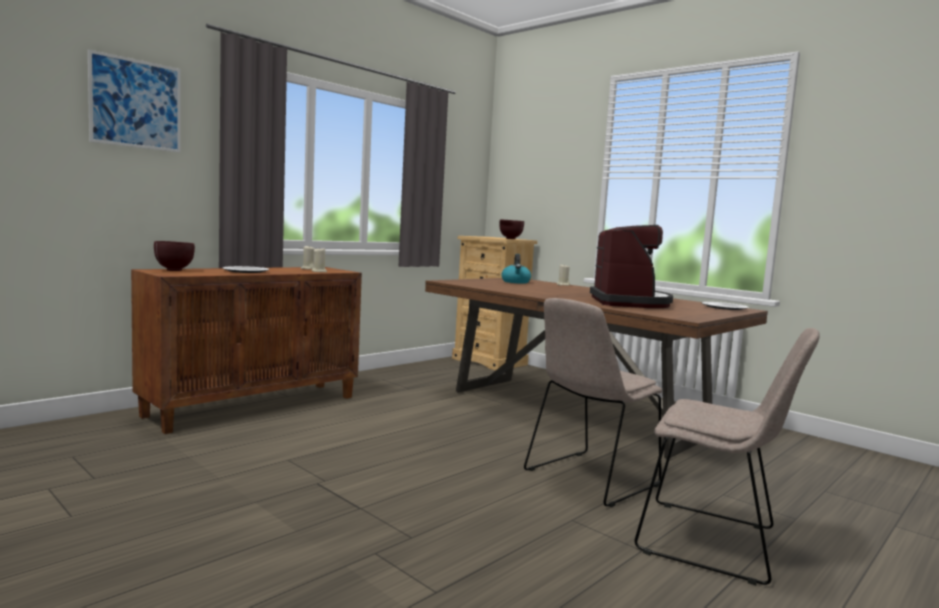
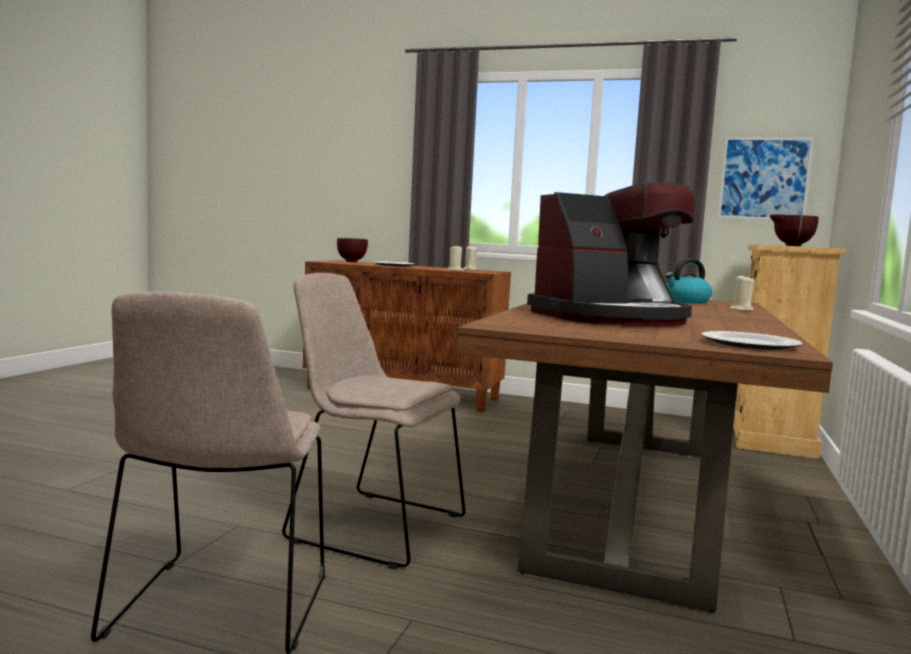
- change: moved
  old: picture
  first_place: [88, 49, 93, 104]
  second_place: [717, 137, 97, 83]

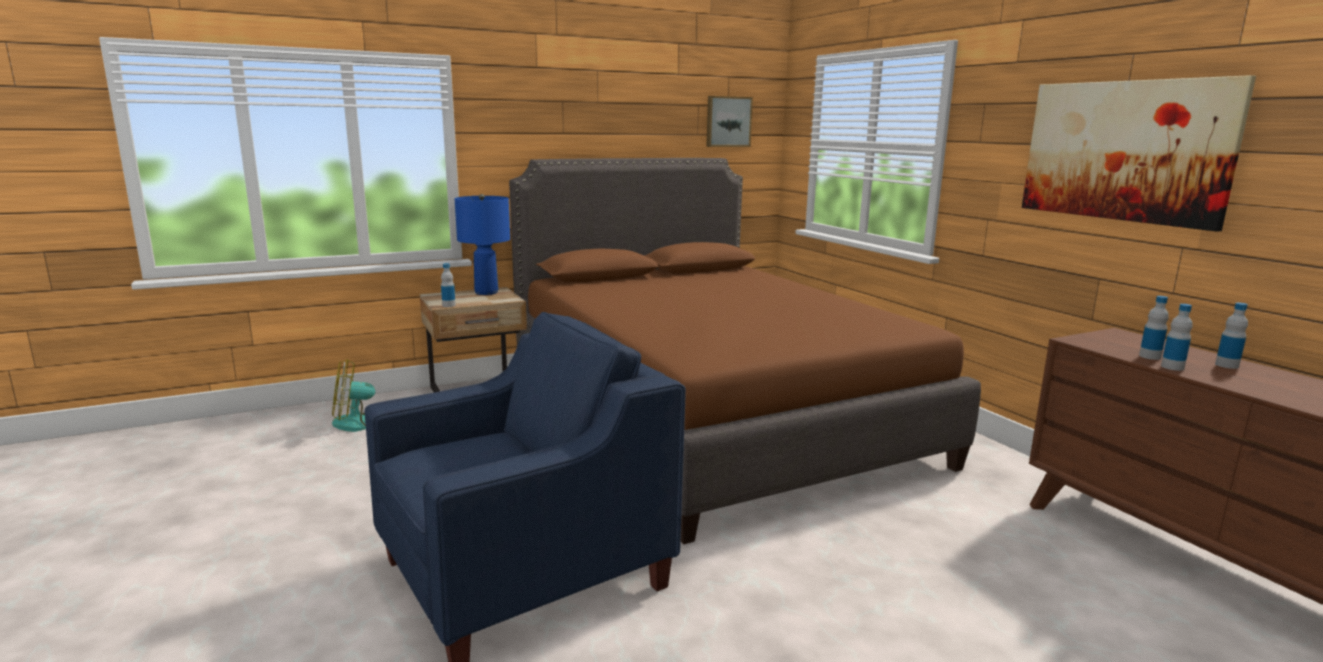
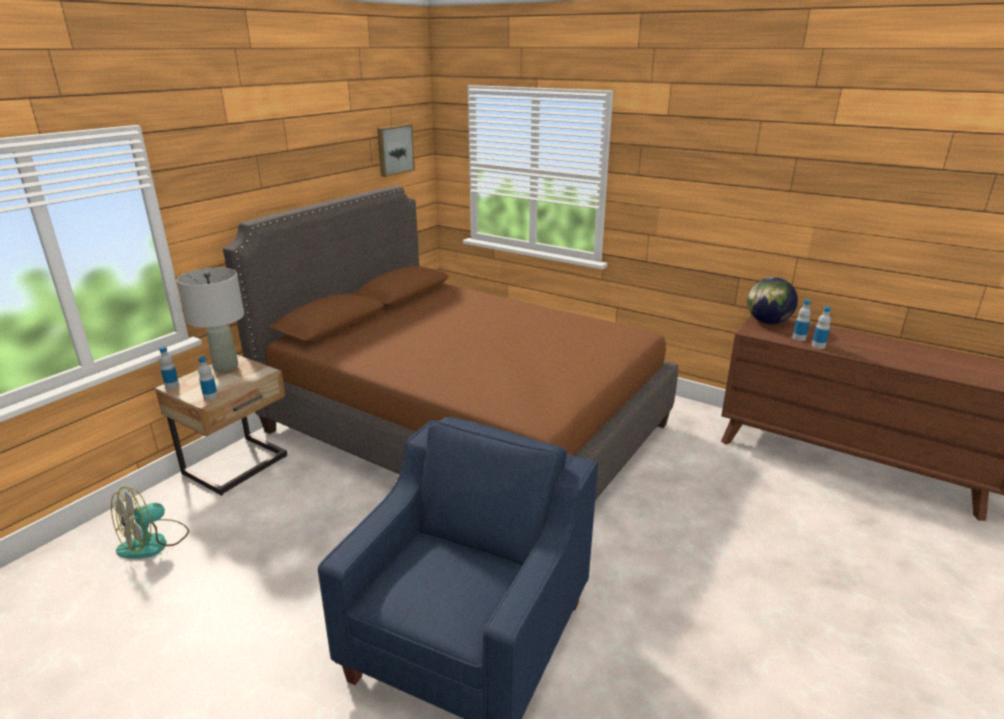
- change: removed
  old: picture
  first_place: [1022, 75, 234, 157]
- change: recoloured
  old: tabletop lamp/bluish
  new: tabletop lamp/greyish
  first_place: [455, 194, 55, 101]
  second_place: [177, 268, 67, 105]
- change: moved
  old: beverage bottle
  first_place: [1215, 303, 33, 66]
  second_place: [159, 346, 20, 43]
- change: added
  new: globe
  second_place: [747, 277, 51, 47]

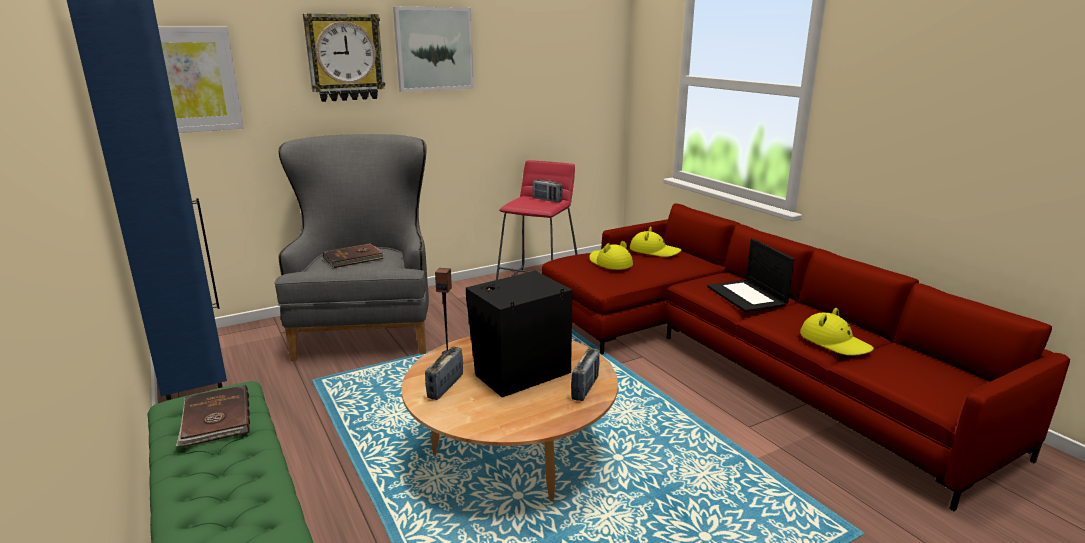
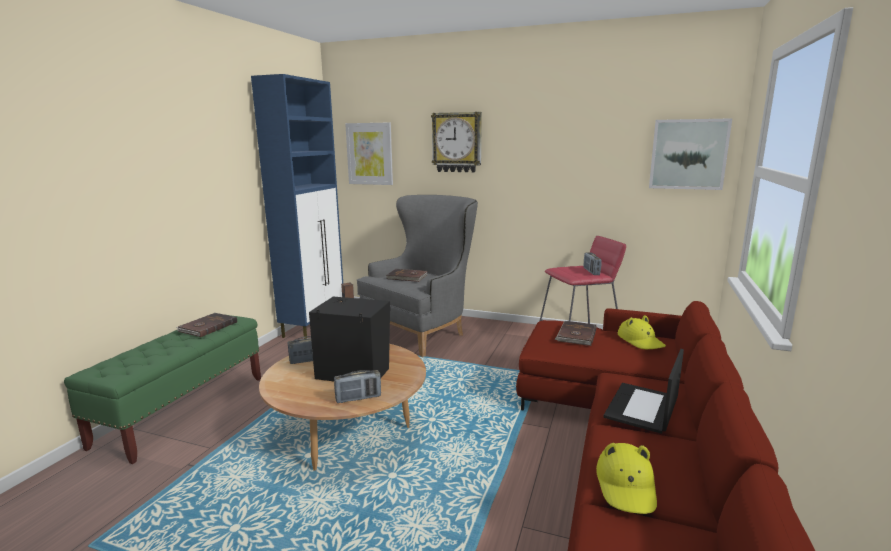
- change: moved
  old: picture
  first_place: [393, 7, 81, 85]
  second_place: [649, 118, 83, 72]
- change: replaced
  old: hat/yellowish
  new: book/brown
  first_place: [589, 241, 44, 29]
  second_place: [554, 321, 42, 25]

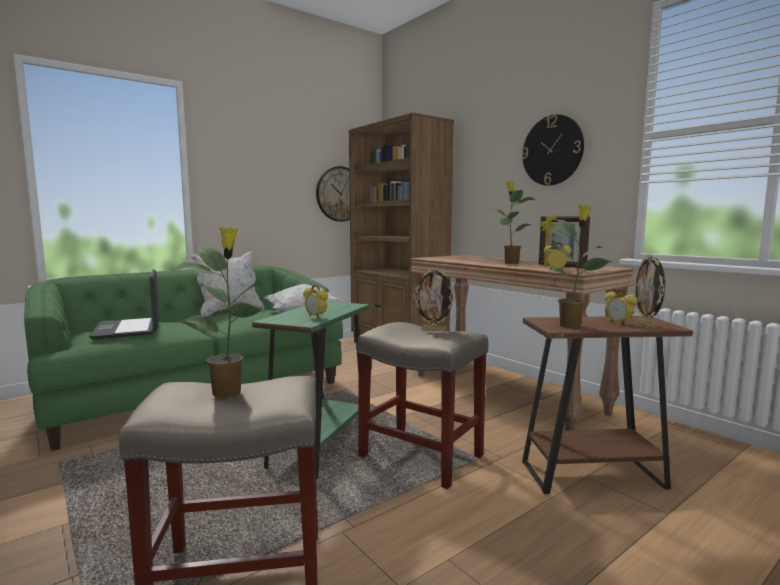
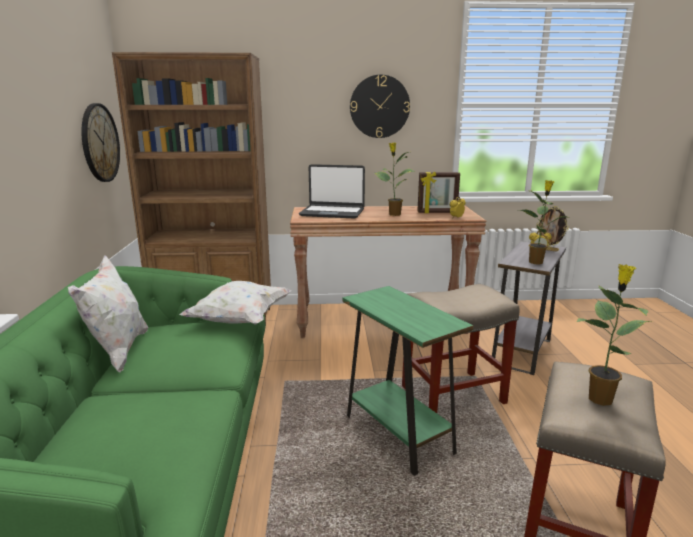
- change: removed
  old: picture frame
  first_place: [414, 268, 42, 63]
- change: moved
  old: notebook computer
  first_place: [89, 269, 71, 70]
  second_place: [299, 164, 66, 55]
- change: removed
  old: bedside clock
  first_place: [303, 285, 25, 34]
- change: recoloured
  old: end table/brown
  new: end table/greyish
  first_place: [522, 316, 171, 178]
  second_place: [492, 241, 74, 134]

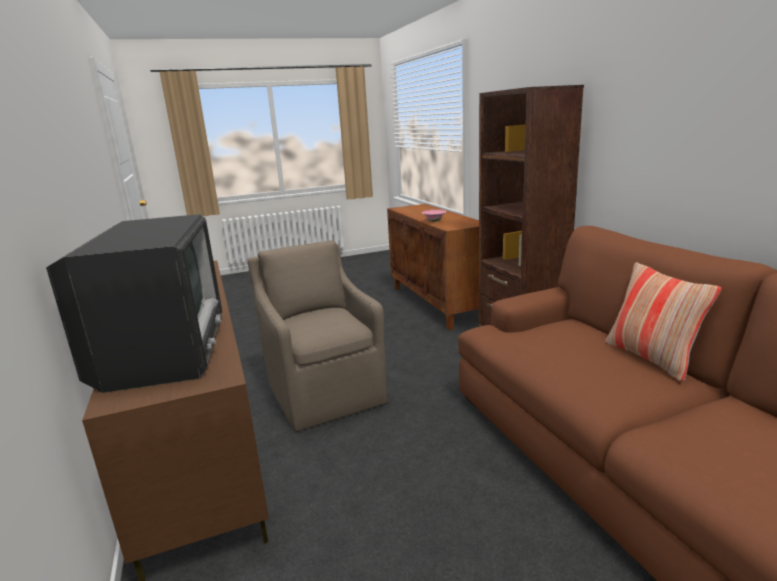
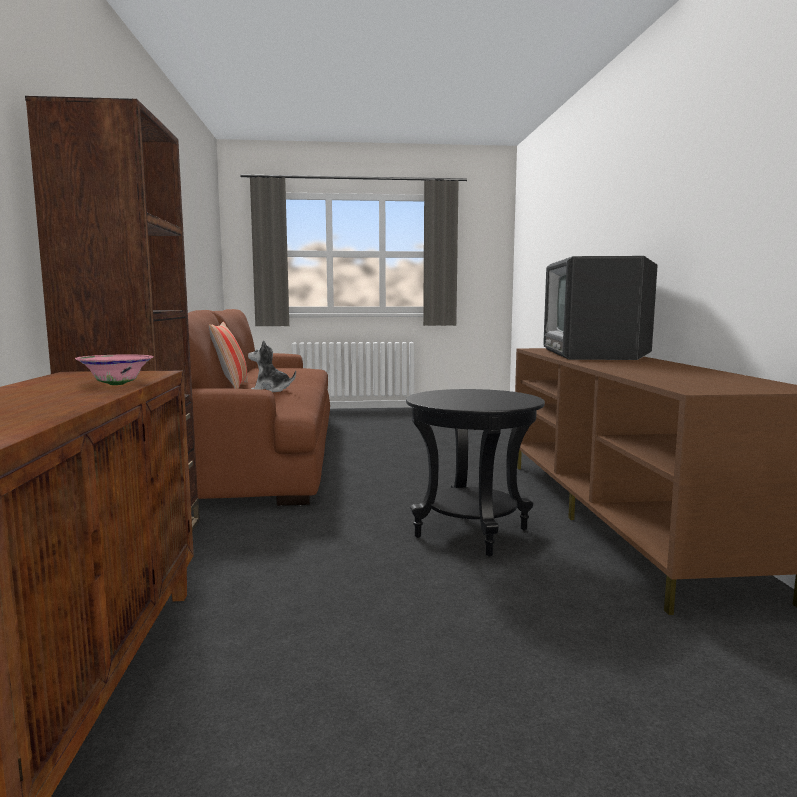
- change: replaced
  old: armchair/brown
  new: end table/blackish
  first_place: [248, 240, 139, 191]
  second_place: [406, 389, 139, 168]
- change: added
  new: cuddly toy
  second_place: [248, 340, 48, 52]

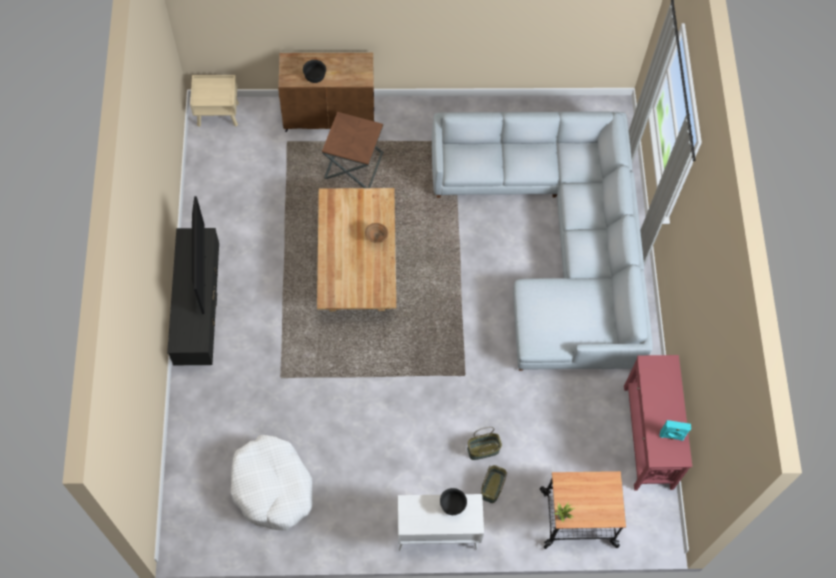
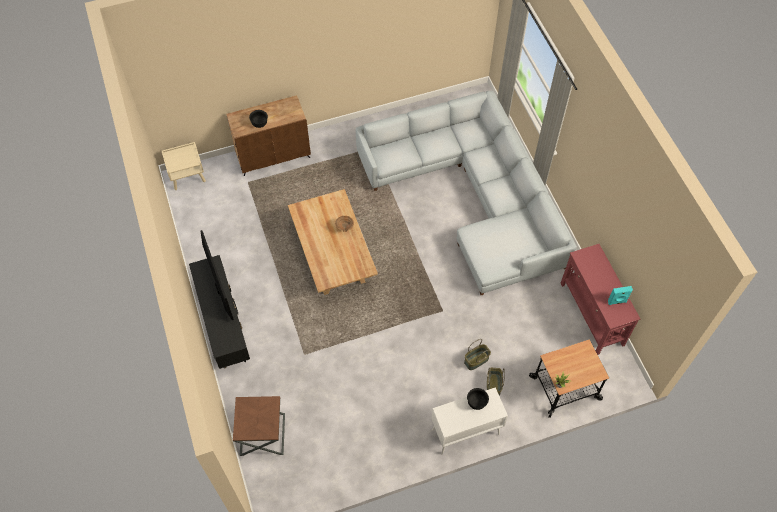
- change: moved
  old: end table/brown
  first_place: [322, 112, 61, 76]
  second_place: [233, 396, 52, 60]
- change: removed
  old: dog bed/white-coloured
  first_place: [230, 435, 83, 96]

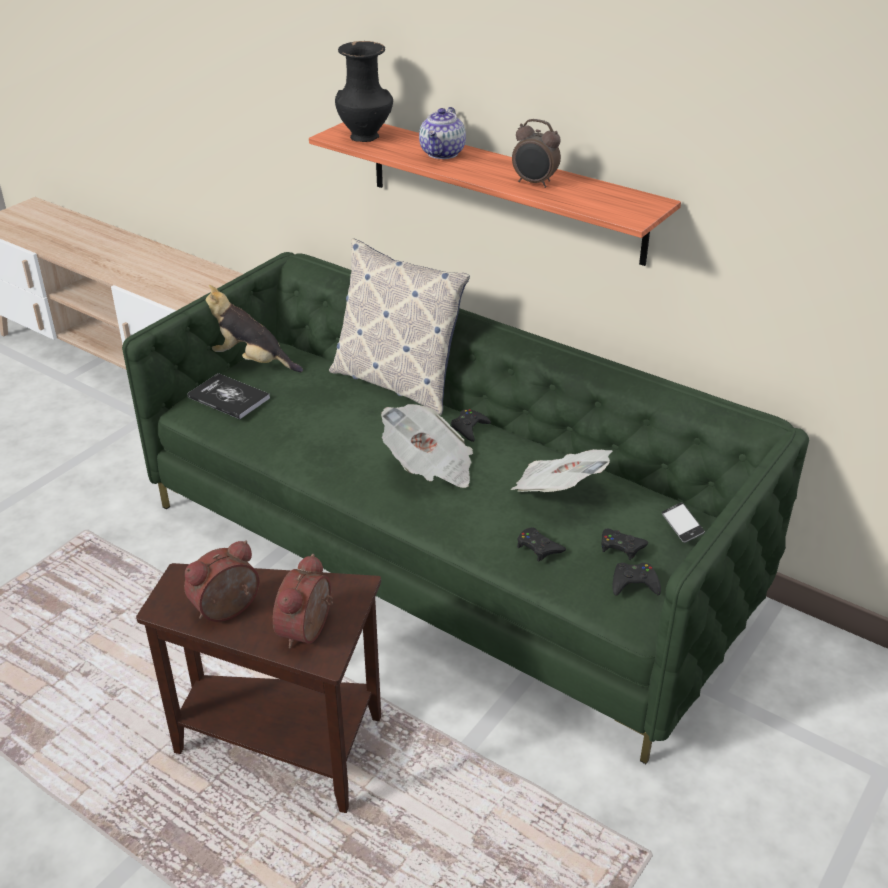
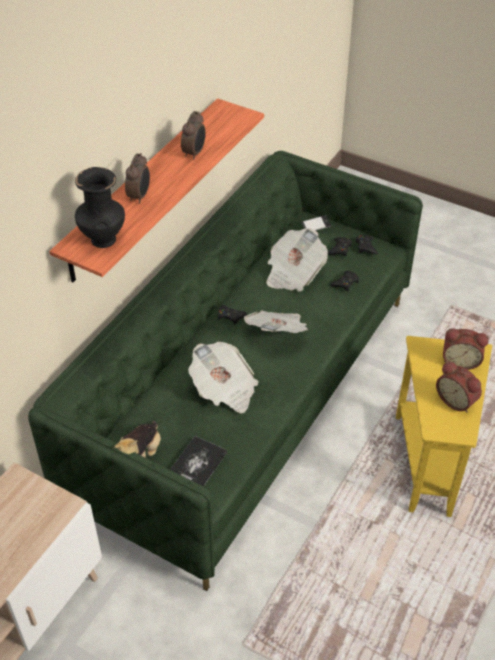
- change: replaced
  old: pot for tea
  new: bedside clock
  first_place: [419, 107, 47, 52]
  second_place: [125, 153, 25, 51]
- change: removed
  old: throw pillow
  first_place: [329, 238, 141, 177]
- change: recoloured
  old: end table/brown
  new: end table/yellowish
  first_place: [136, 563, 245, 250]
  second_place: [396, 336, 96, 181]
- change: added
  new: newspaper
  second_place: [188, 342, 70, 71]

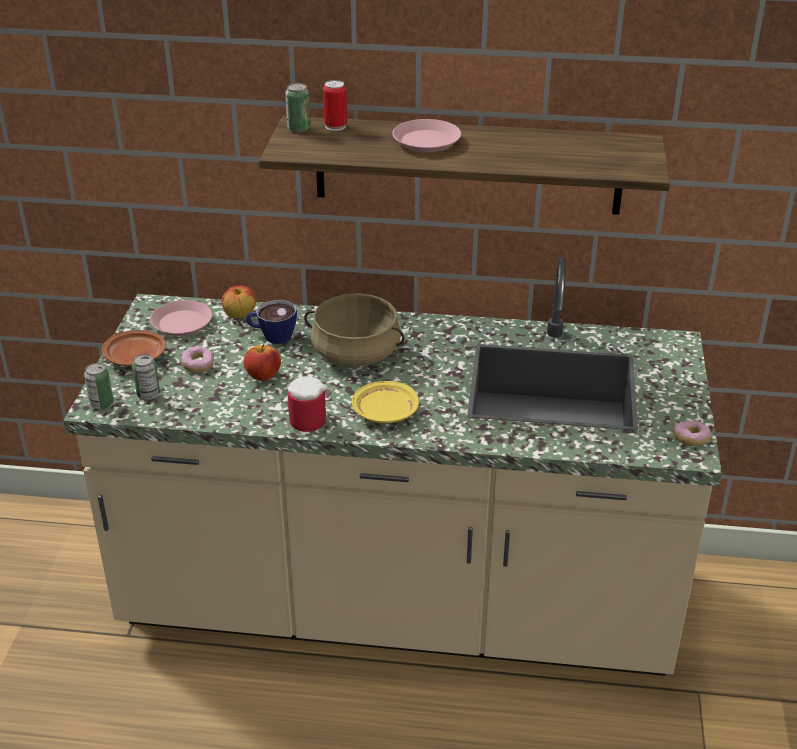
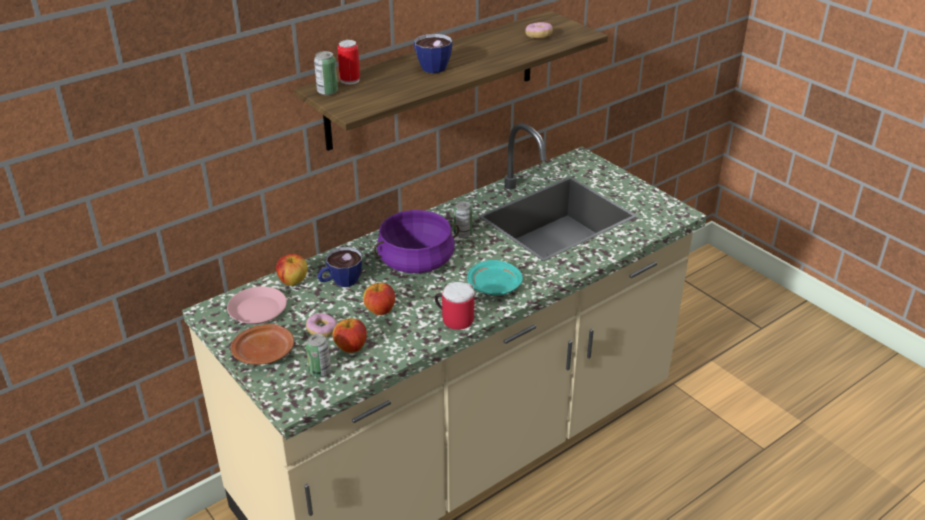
- change: replaced
  old: flat dish/pinkish
  new: small cup
  first_place: [392, 119, 69, 33]
  second_place: [414, 34, 38, 39]
- change: recoloured
  old: saucepot/sand-coloured
  new: saucepot/purplish
  first_place: [304, 293, 101, 73]
  second_place: [373, 210, 86, 63]
- change: moved
  old: sealed can
  first_place: [84, 363, 29, 47]
  second_place: [454, 201, 18, 37]
- change: recoloured
  old: flat dish/yellowish
  new: flat dish/turquoise-coloured
  first_place: [352, 381, 67, 43]
  second_place: [467, 260, 56, 35]
- change: moved
  old: doughnut
  first_place: [674, 420, 37, 26]
  second_place: [525, 22, 28, 16]
- change: added
  new: apple
  second_place: [333, 318, 34, 35]

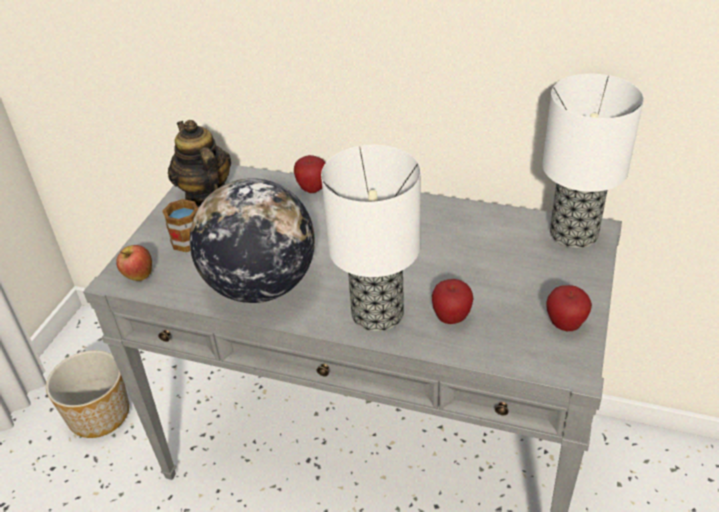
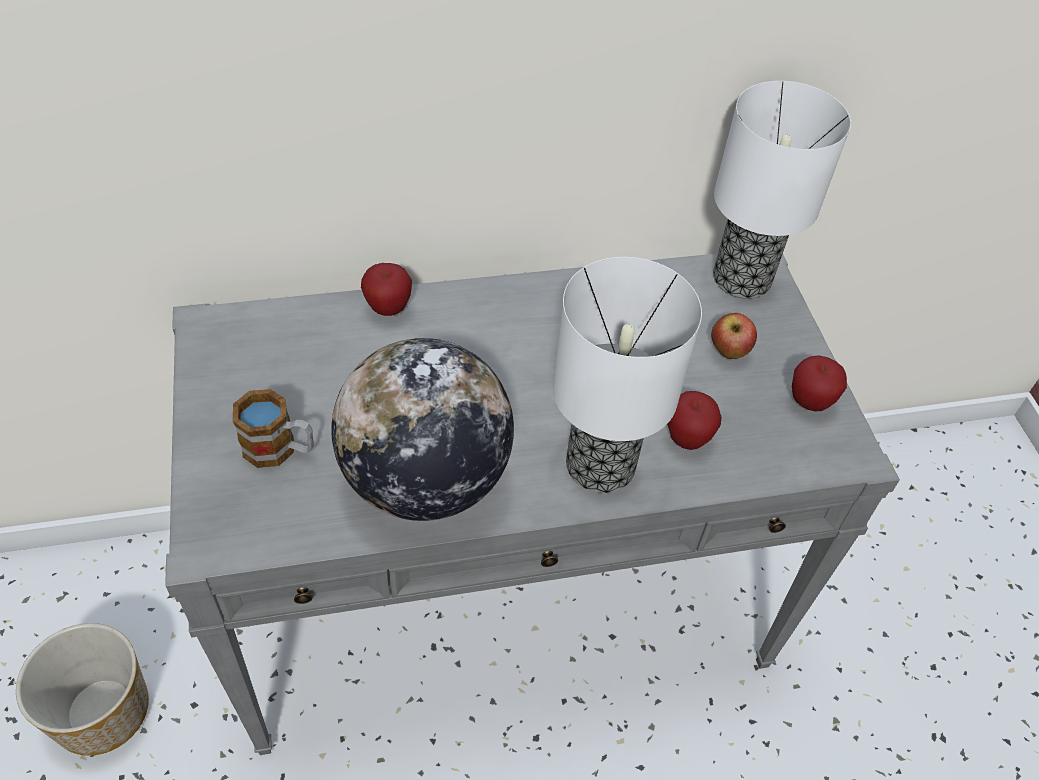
- change: removed
  old: pot for tea
  first_place: [168, 120, 63, 87]
- change: moved
  old: apple
  first_place: [116, 245, 36, 36]
  second_place: [711, 313, 46, 46]

